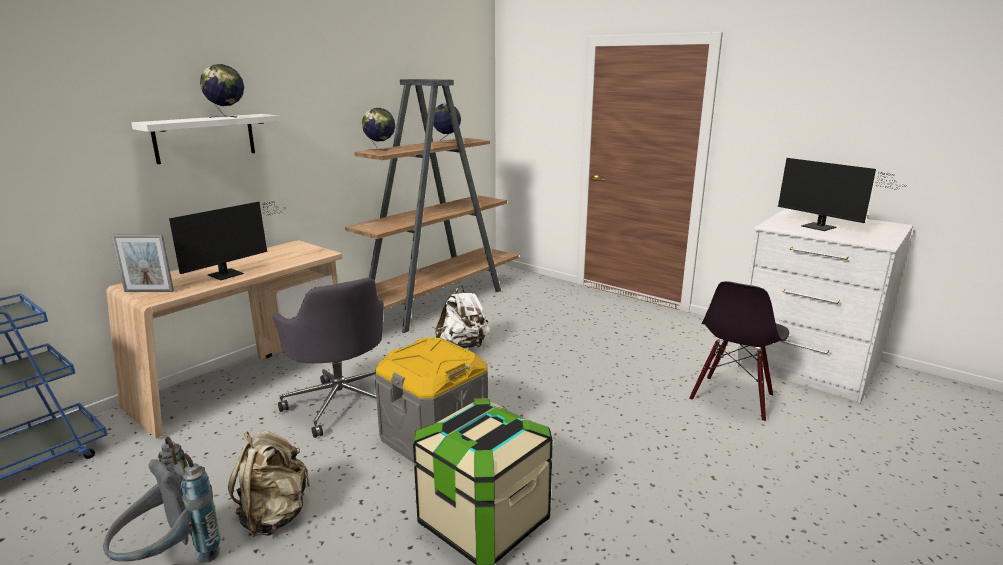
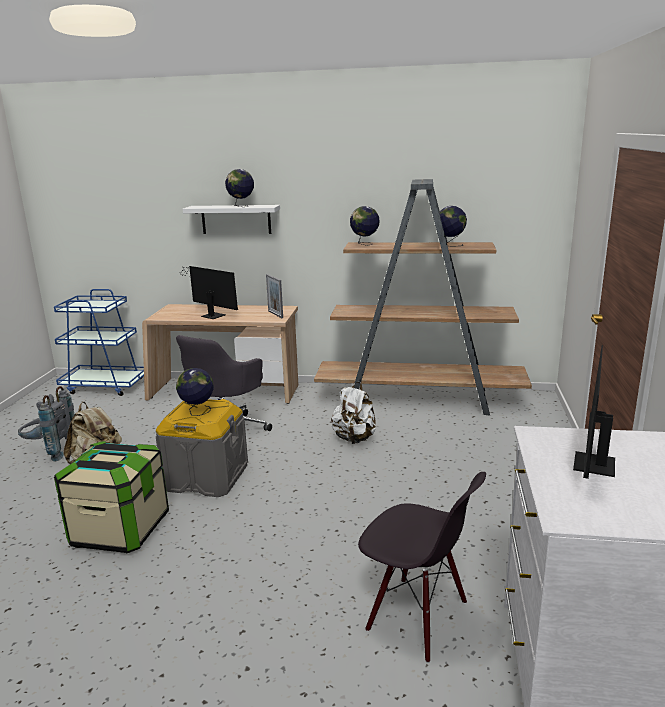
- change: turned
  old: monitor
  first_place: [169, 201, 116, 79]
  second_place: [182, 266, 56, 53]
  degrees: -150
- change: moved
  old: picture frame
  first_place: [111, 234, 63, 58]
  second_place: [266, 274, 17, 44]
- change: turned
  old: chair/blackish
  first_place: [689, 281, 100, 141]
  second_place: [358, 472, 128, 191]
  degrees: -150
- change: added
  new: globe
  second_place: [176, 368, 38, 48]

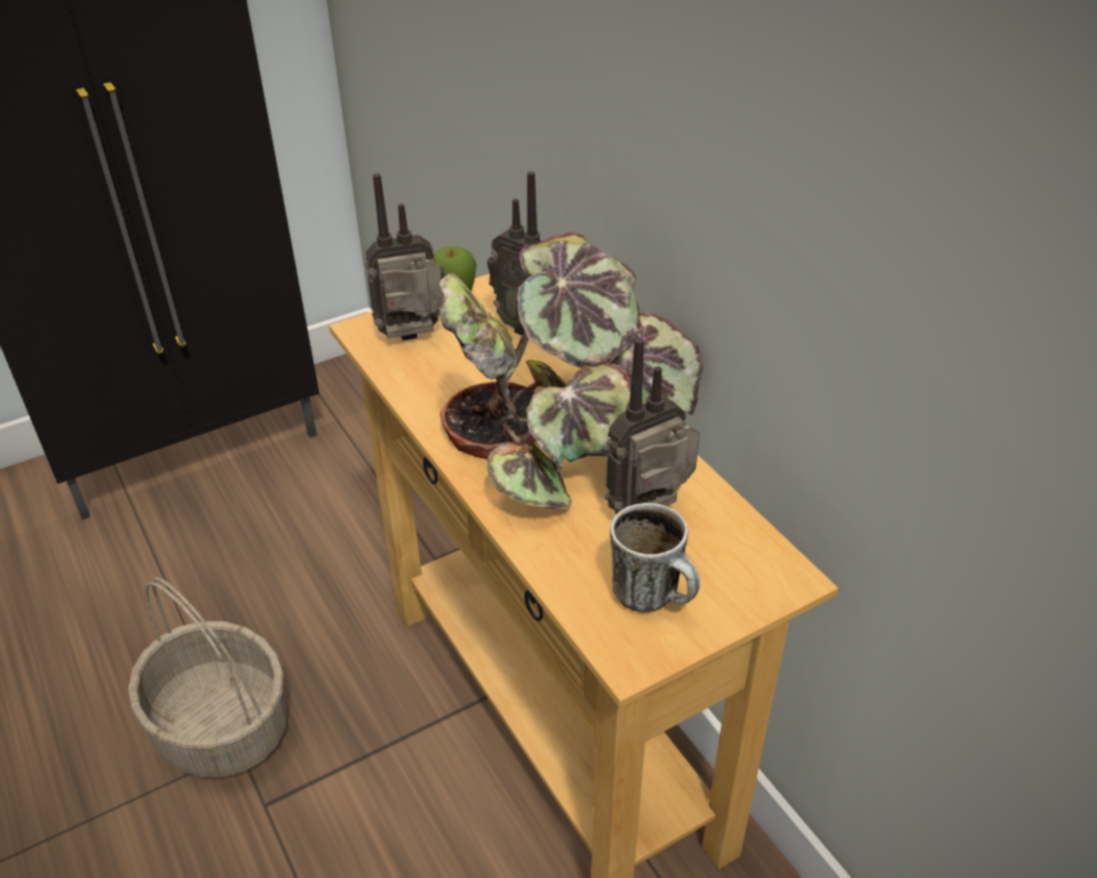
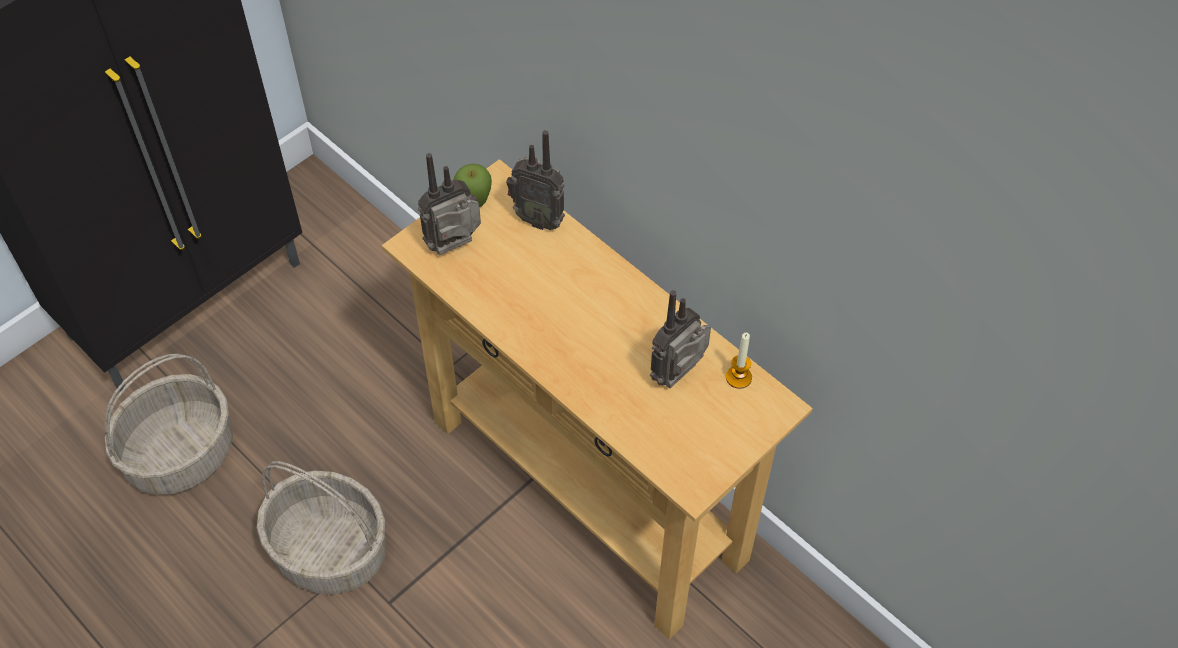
- change: removed
  old: houseplant
  first_place: [439, 232, 264, 277]
- change: removed
  old: mug
  first_place: [610, 503, 90, 109]
- change: added
  new: wax light
  second_place: [726, 333, 26, 56]
- change: added
  new: storage basket
  second_place: [105, 354, 128, 141]

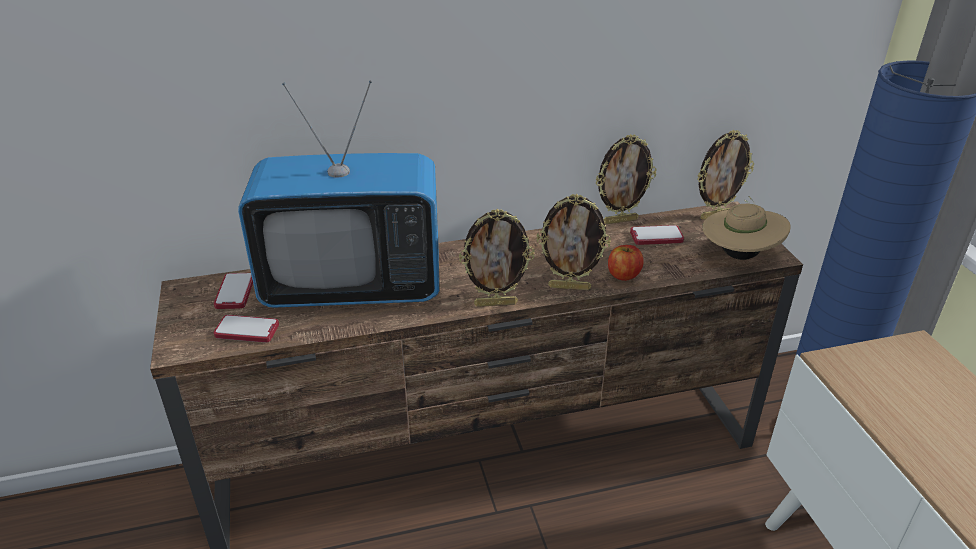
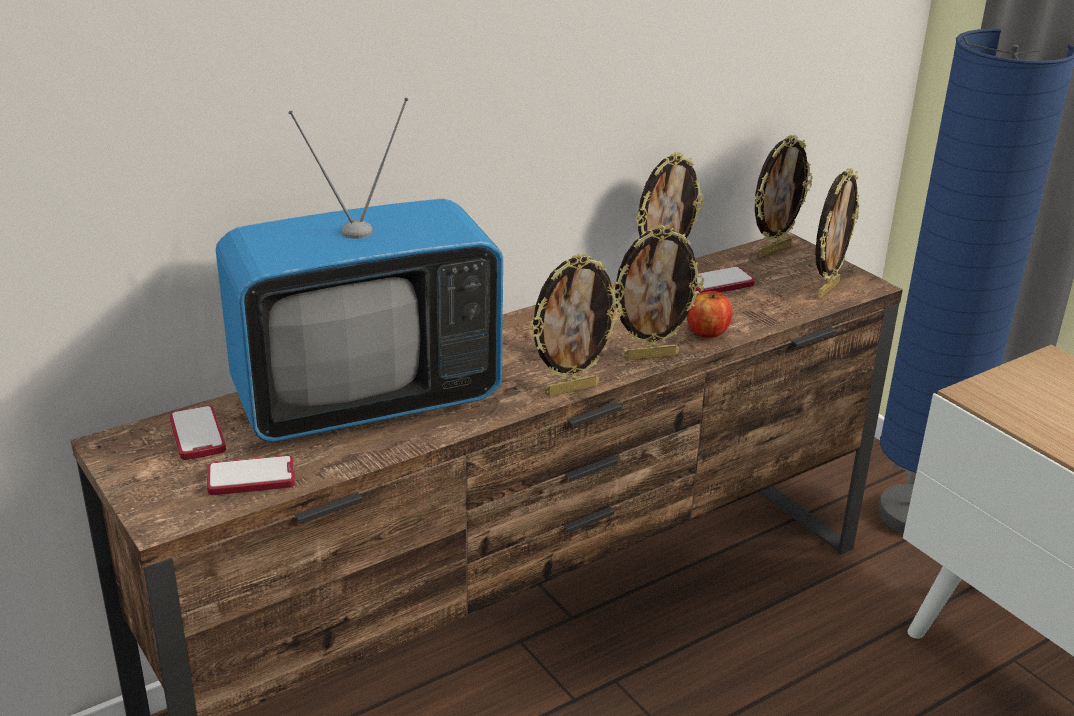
- change: replaced
  old: hat/sand-coloured
  new: picture frame
  first_place: [702, 196, 89, 64]
  second_place: [816, 168, 43, 131]

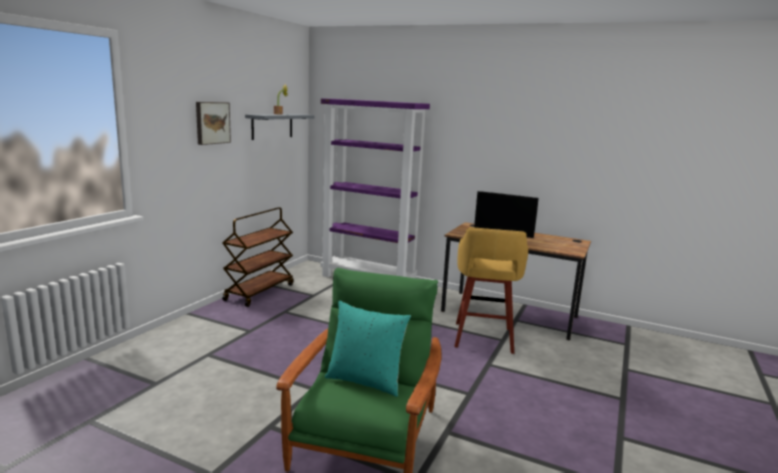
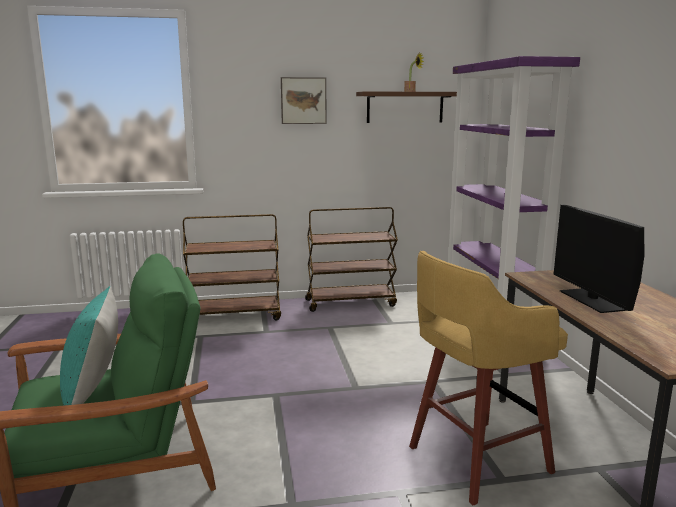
- change: recoloured
  old: shelf/greyish
  new: shelf/brown
  first_place: [245, 114, 70, 26]
  second_place: [356, 92, 101, 31]
- change: added
  new: trolley/brown
  second_place: [183, 214, 98, 106]

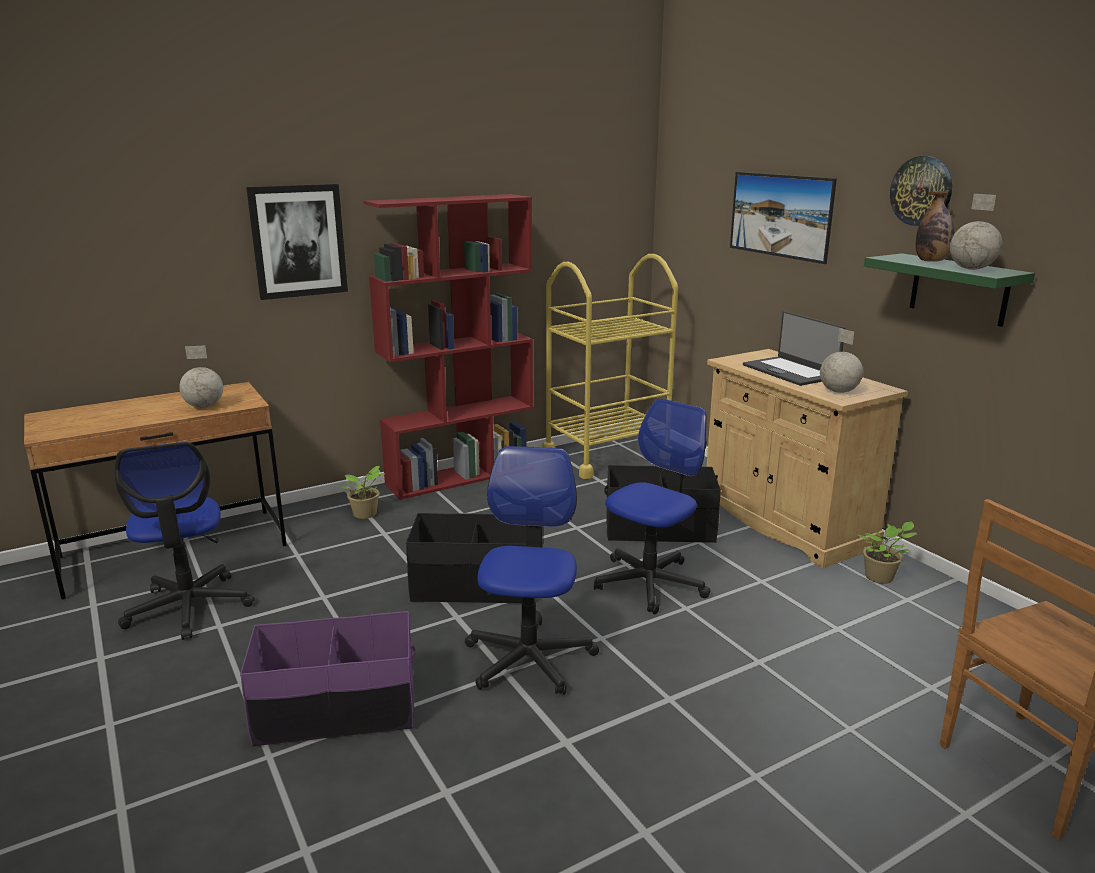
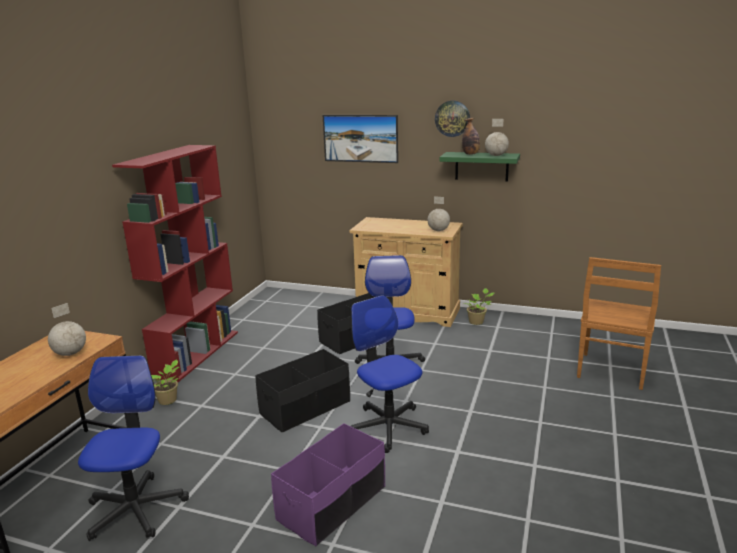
- change: removed
  old: picture
  first_place: [246, 184, 102, 116]
- change: removed
  old: trolley/yellowish
  first_place: [542, 254, 136, 225]
- change: removed
  old: notebook computer
  first_place: [743, 311, 103, 75]
- change: turned
  old: computer chair
  first_place: [114, 442, 141, 198]
  second_place: [78, 355, 111, 186]
  degrees: -120

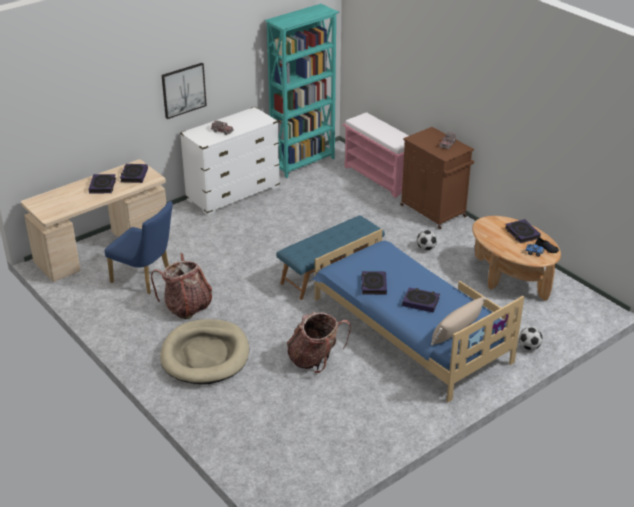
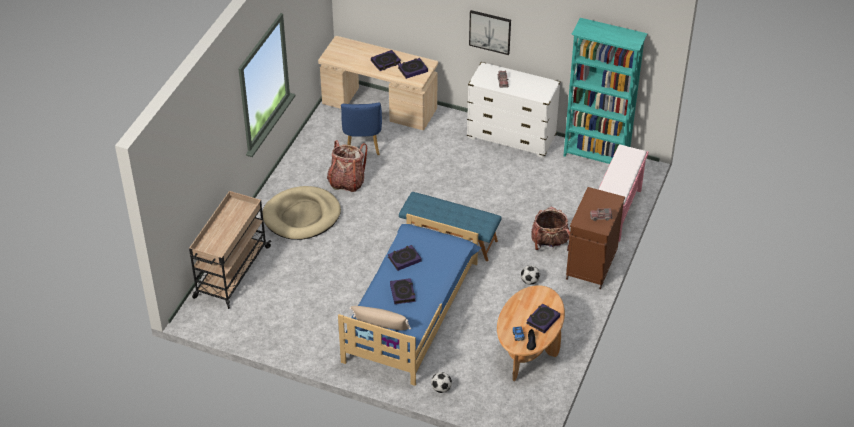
- change: moved
  old: backpack
  first_place: [287, 312, 64, 61]
  second_place: [531, 207, 39, 44]
- change: added
  new: trolley/sand-coloured
  second_place: [189, 191, 83, 118]

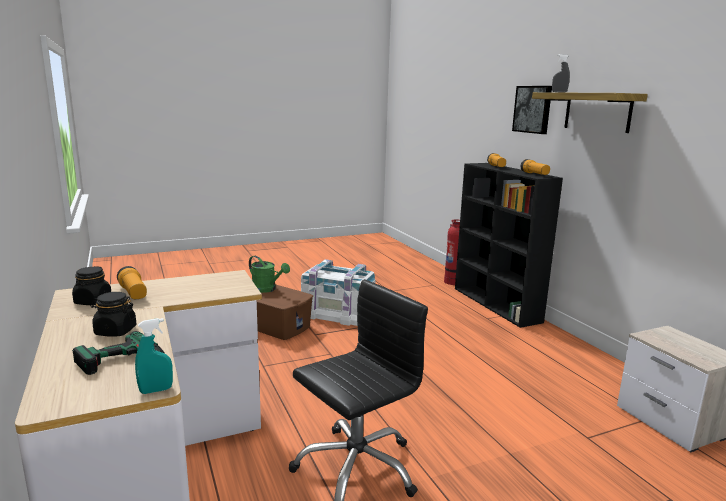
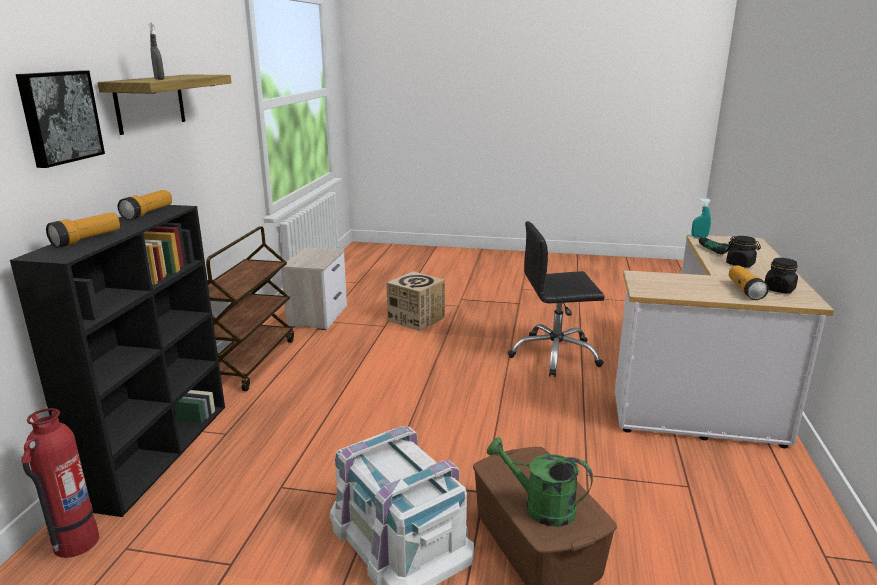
- change: turned
  old: sprinkling can/green
  first_place: [249, 256, 41, 37]
  second_place: [487, 437, 106, 90]
  degrees: -45
- change: added
  new: trolley/brown
  second_place: [206, 226, 88, 165]
- change: added
  new: packing box
  second_place: [386, 271, 59, 60]

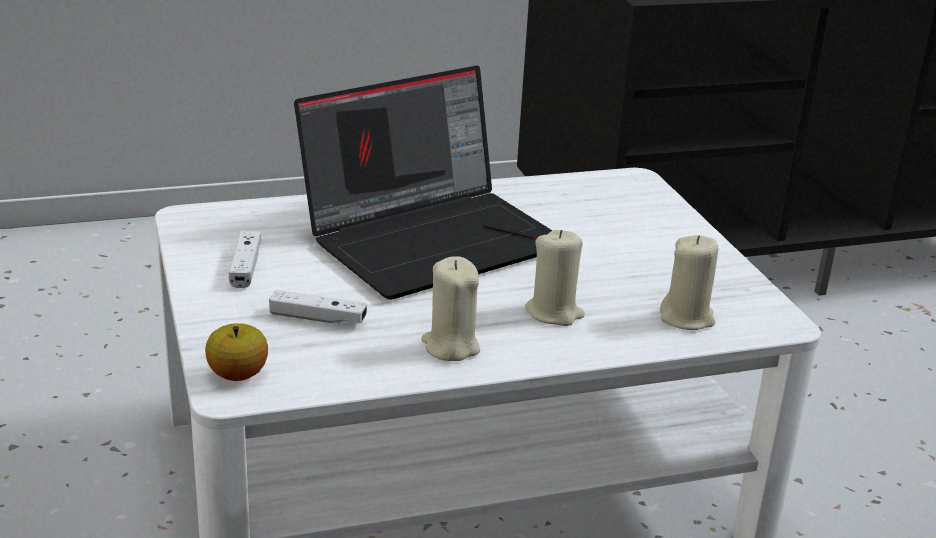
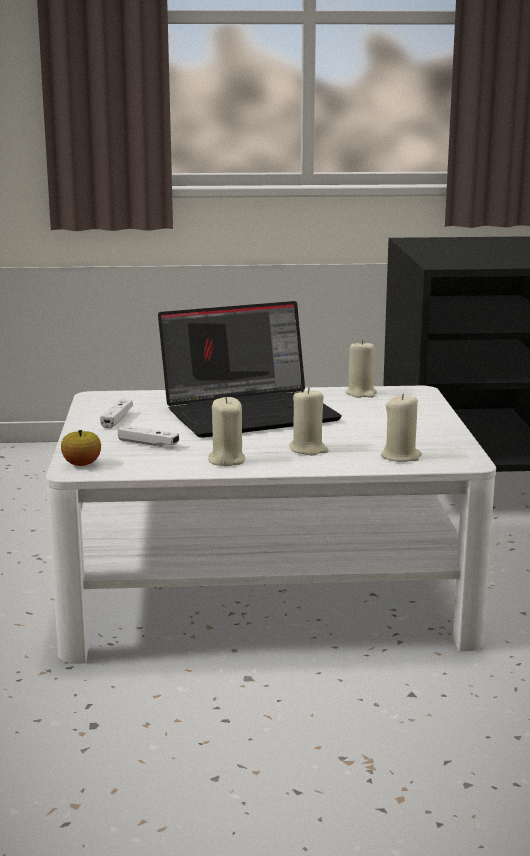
- change: added
  new: wax light/sand-coloured
  second_place: [346, 340, 31, 58]

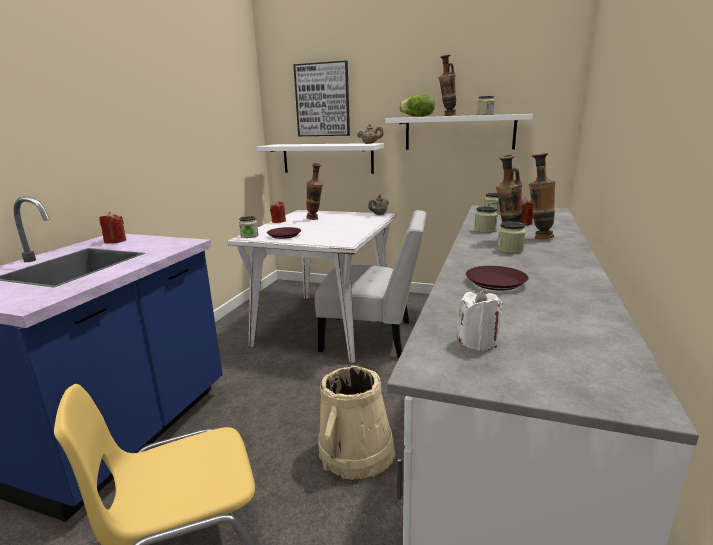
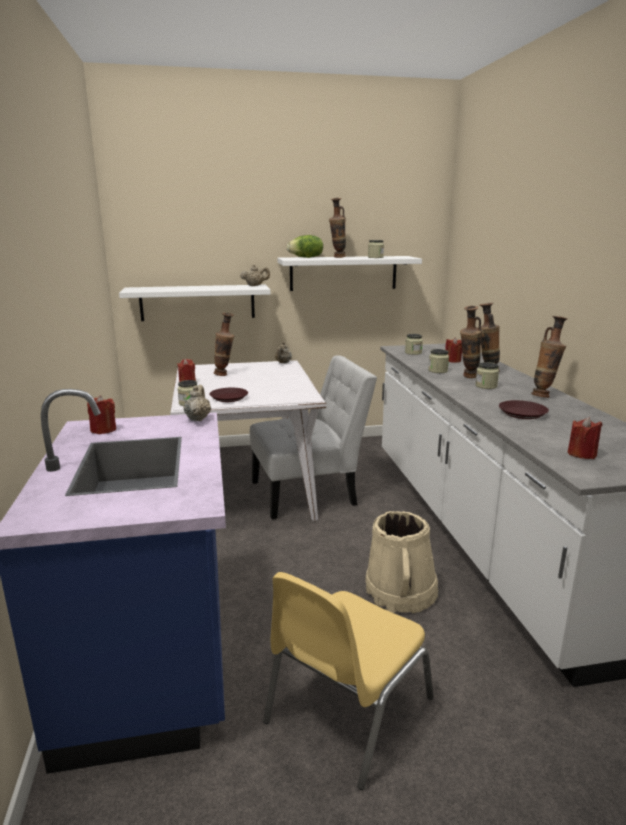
- change: removed
  old: picture
  first_place: [293, 61, 57, 75]
- change: recoloured
  old: wax light/white-coloured
  new: wax light/red-coloured
  first_place: [457, 289, 46, 62]
  second_place: [568, 417, 34, 42]
- change: added
  new: flower vase
  second_place: [531, 316, 37, 82]
- change: added
  new: pot for tea/sand-coloured
  second_place: [184, 385, 27, 36]

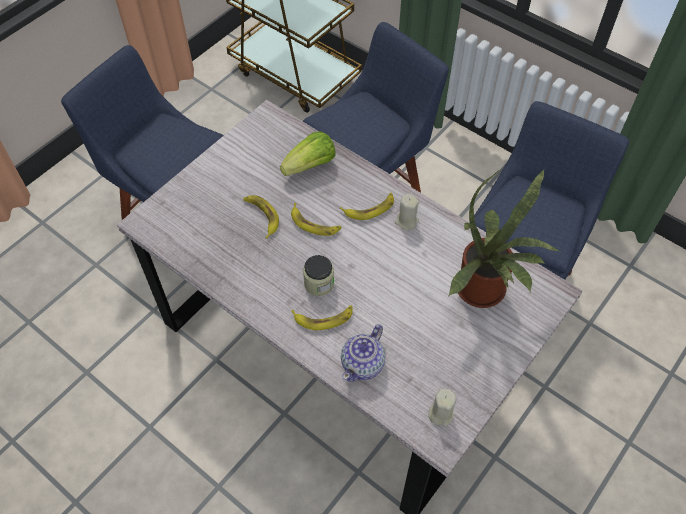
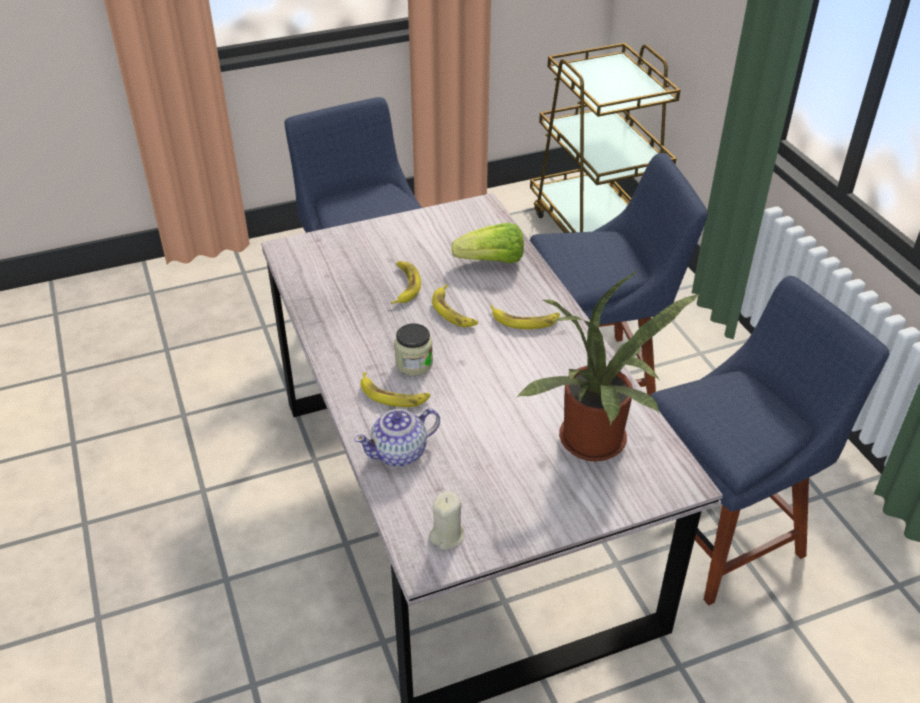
- change: removed
  old: wax light/sand-coloured
  first_place: [394, 193, 25, 37]

